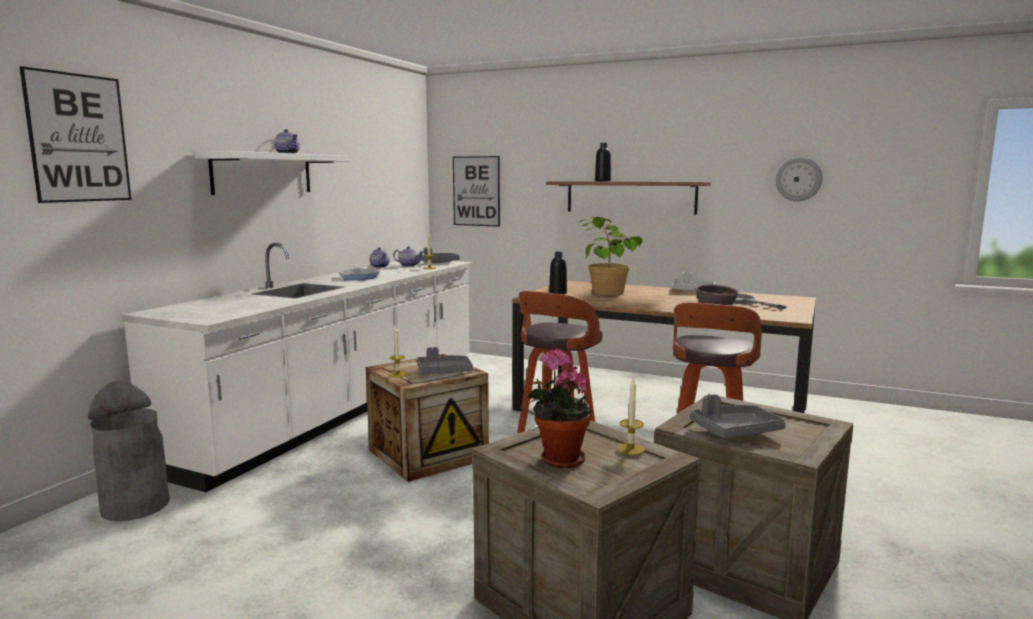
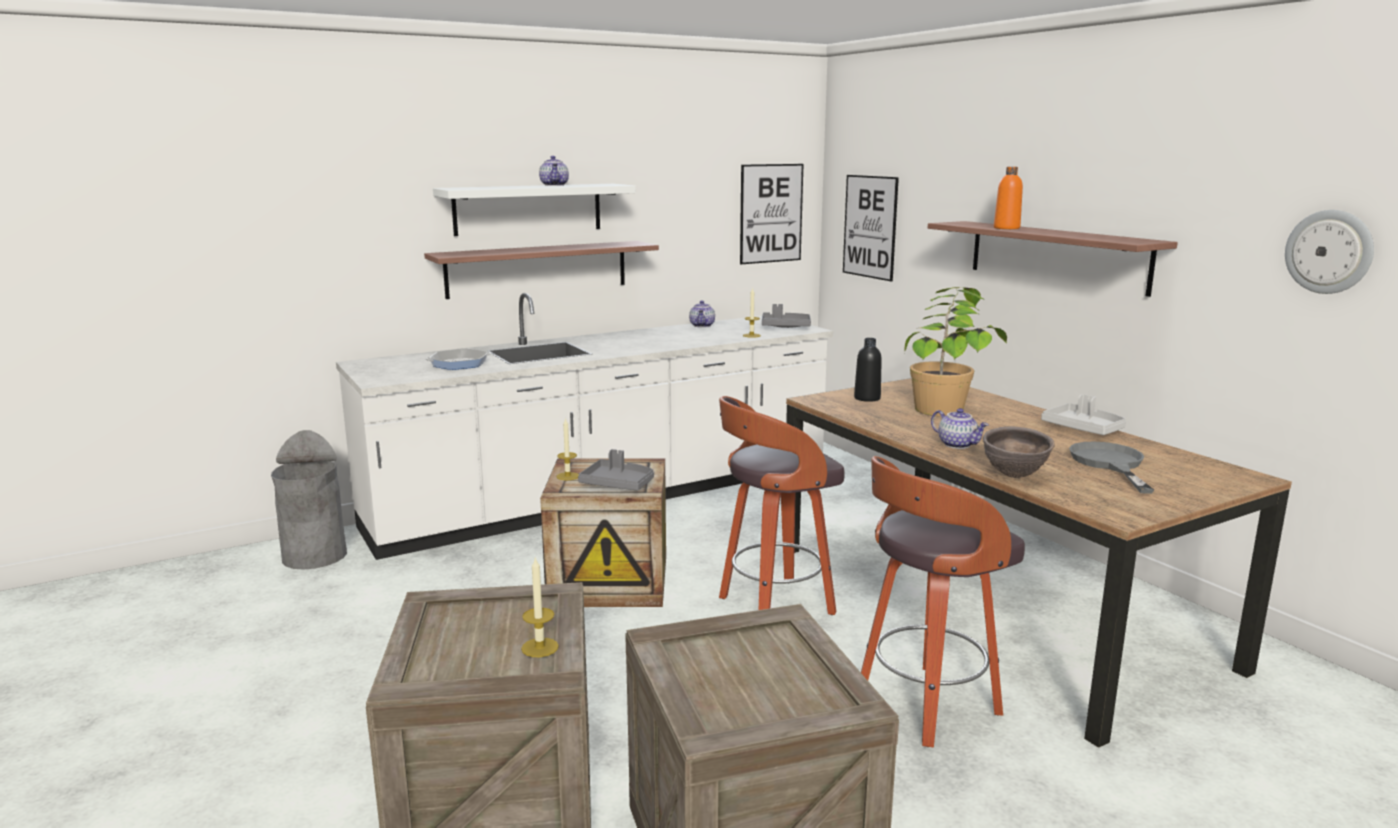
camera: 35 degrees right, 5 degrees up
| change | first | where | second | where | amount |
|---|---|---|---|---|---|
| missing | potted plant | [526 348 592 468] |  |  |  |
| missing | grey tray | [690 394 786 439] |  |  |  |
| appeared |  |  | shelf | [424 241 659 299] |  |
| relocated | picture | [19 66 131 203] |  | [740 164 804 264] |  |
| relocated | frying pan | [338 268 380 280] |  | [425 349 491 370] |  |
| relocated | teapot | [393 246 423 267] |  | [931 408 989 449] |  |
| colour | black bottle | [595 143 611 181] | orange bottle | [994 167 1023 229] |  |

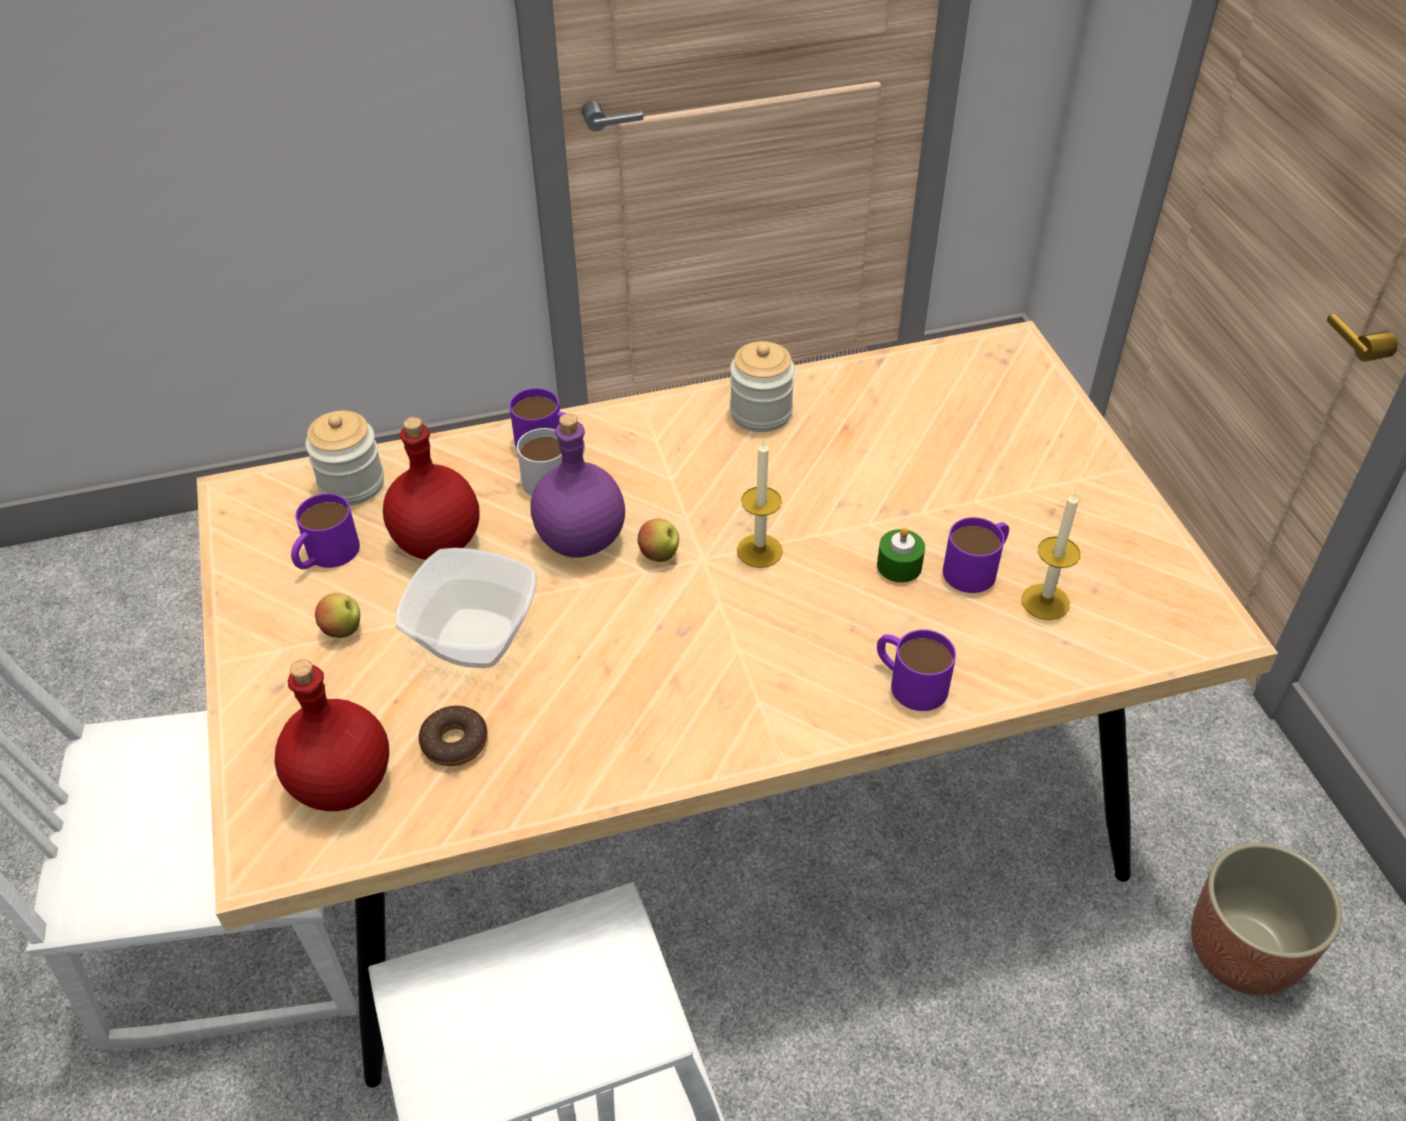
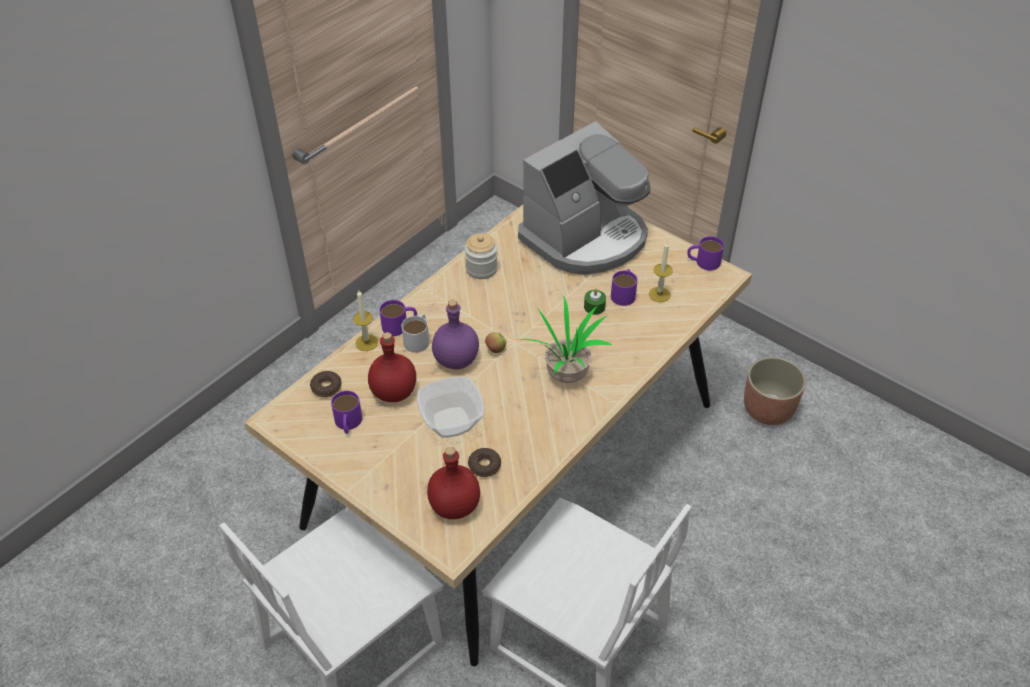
camera: 35 degrees left, 0 degrees up
| change | first | where | second | where | amount |
|---|---|---|---|---|---|
| missing | apple | [315 593 360 638] |  |  |  |
| appeared |  |  | potted plant | [516 296 612 383] |  |
| appeared |  |  | coffee machine | [518 121 650 275] |  |
| relocated | candle | [737 439 783 568] |  | [353 290 378 351] |  |
| relocated | purple mug | [877 629 956 711] |  | [687 236 724 270] |  |
| exchanged | jar | [305 411 384 505] | donut | [310 371 341 397] |  |

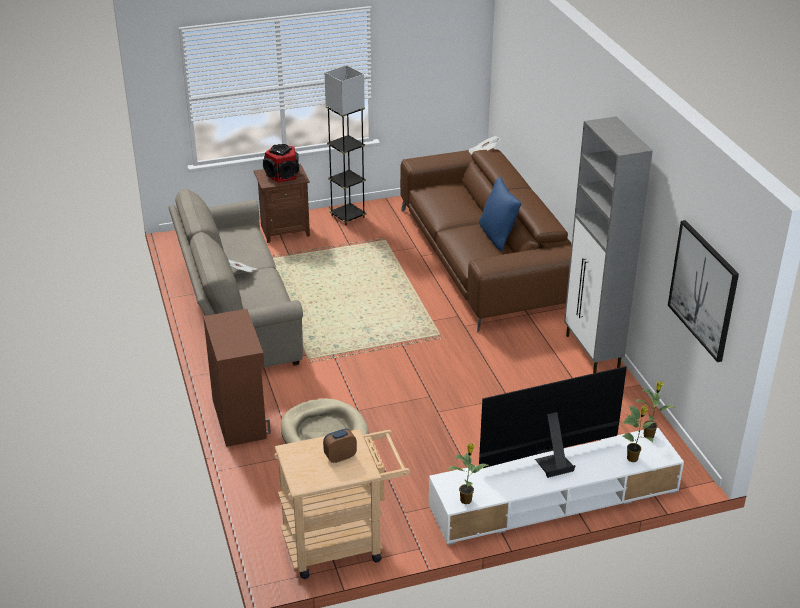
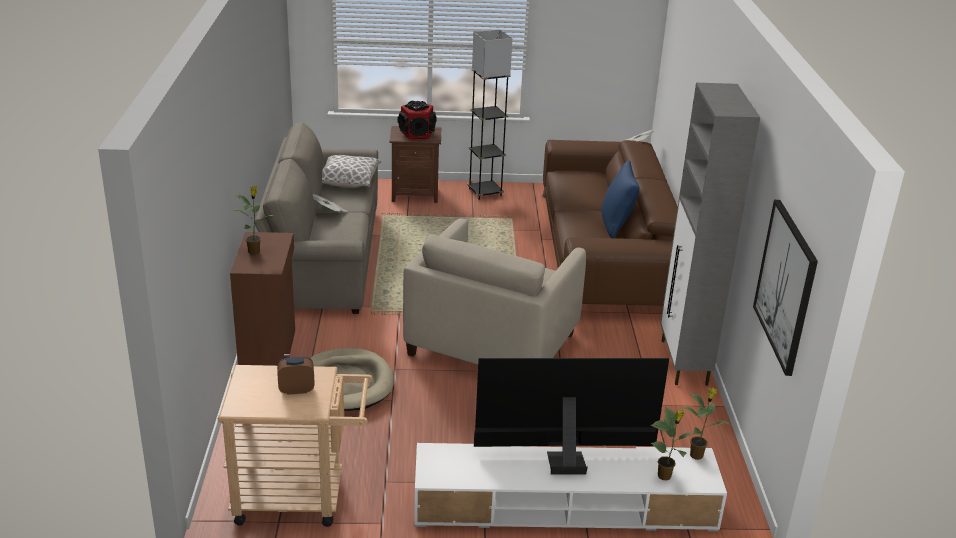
camera: 15 degrees right, 5 degrees down
| change | first | where | second | where | amount |
|---|---|---|---|---|---|
| appeared |  |  | pillow | [322 155 381 188] |  |
| appeared |  |  | beige armchair | [403 218 586 364] |  |
| relocated | potted plant | [448 443 489 504] |  | [232 186 274 255] |  |

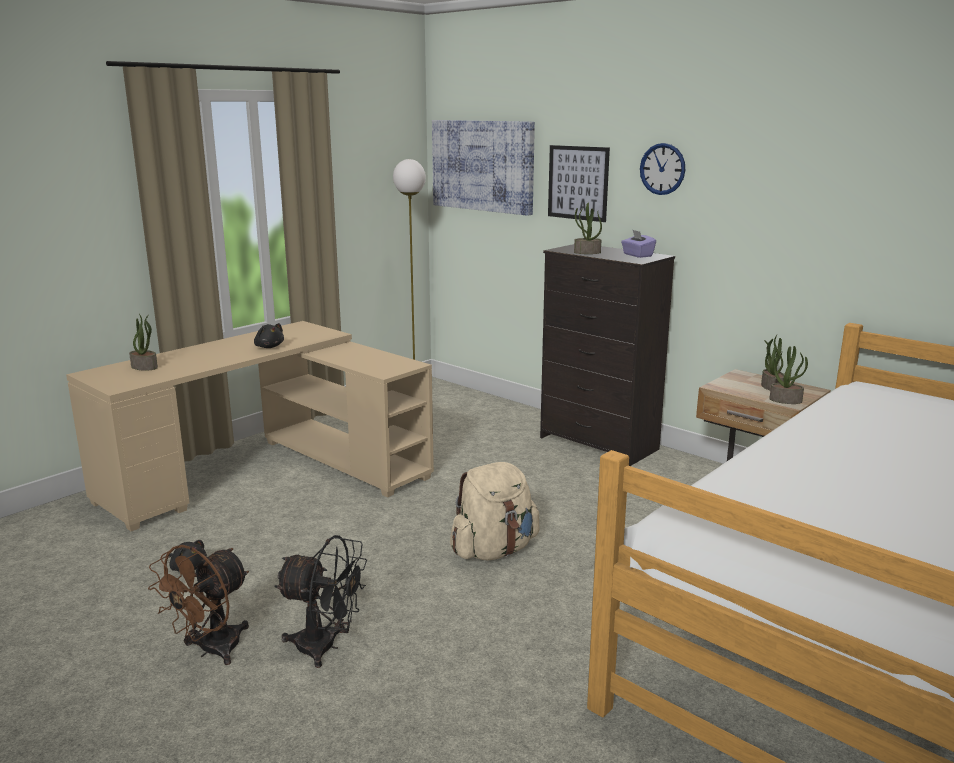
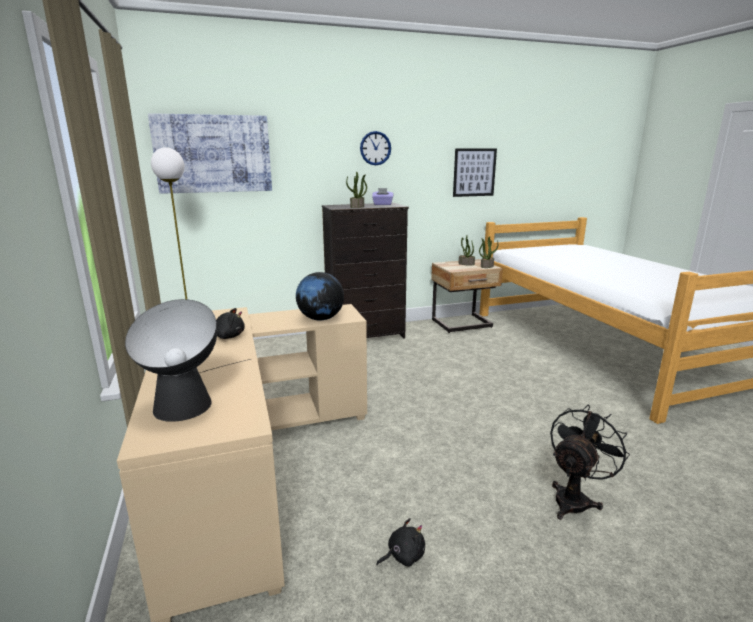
camera: 60 degrees left, 0 degrees up
| change | first | where | second | where | amount |
|---|---|---|---|---|---|
| missing | brown fan | [148 545 249 665] |  |  |  |
| missing | beige backpack | [450 462 539 560] |  |  |  |
| appeared |  |  | globe | [296 272 344 321] |  |
| relocated | picture | [548 145 610 222] |  | [453 149 497 197] |  |
| exchanged | potted plant | [129 314 158 371] | table lamp | [125 299 250 422] |  |

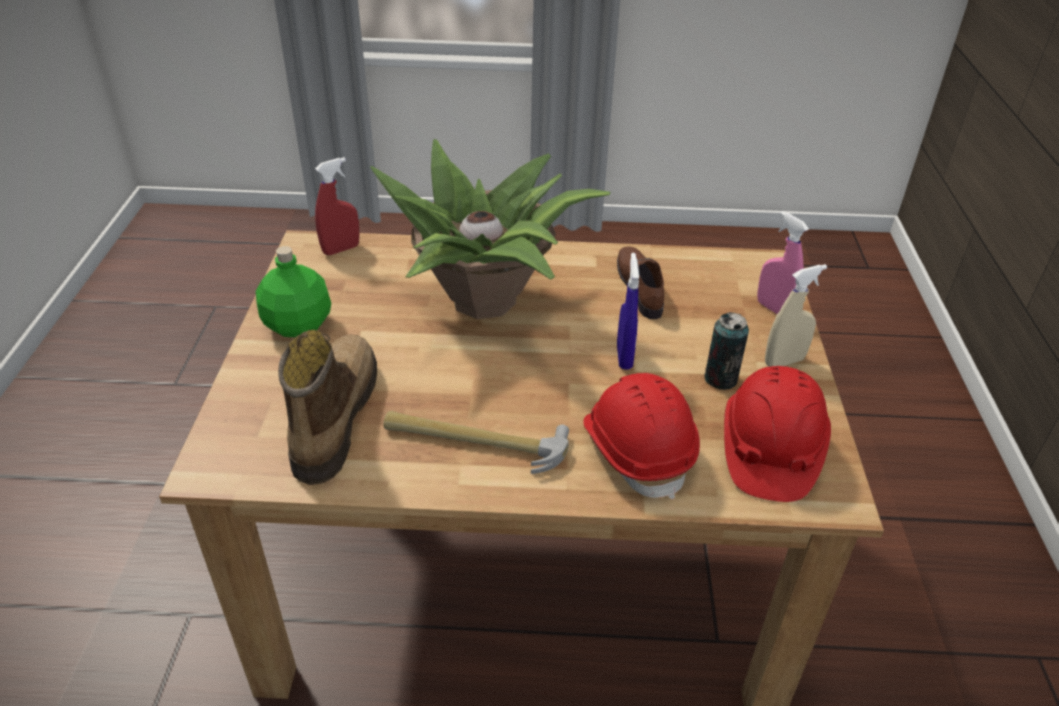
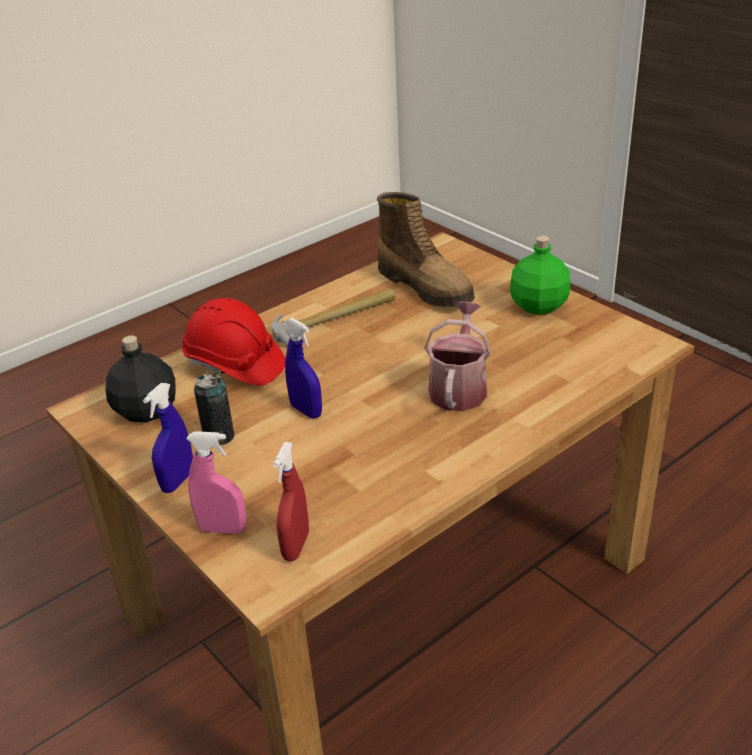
camera: 140 degrees right, 5 degrees down
| change | first | where | second | where | amount |
|---|---|---|---|---|---|
| missing | brown shoe | [617 247 664 319] |  |  |  |
| relocated | red spray bottle | [315 157 360 255] |  | [273 442 309 562] |  |
| exchanged | potted plant | [370 139 611 319] | watering can | [424 302 491 411] |  |
| exchanged | red hard hat | [724 366 831 502] | black bottle | [106 336 176 422] |  |
| colour | beige spray bottle | [765 264 827 367] | blue spray bottle | [143 383 193 493] |  |

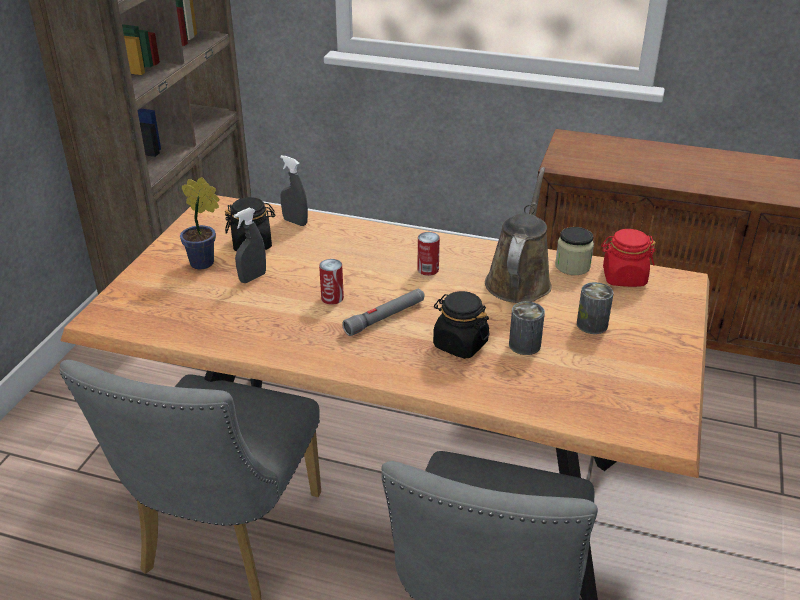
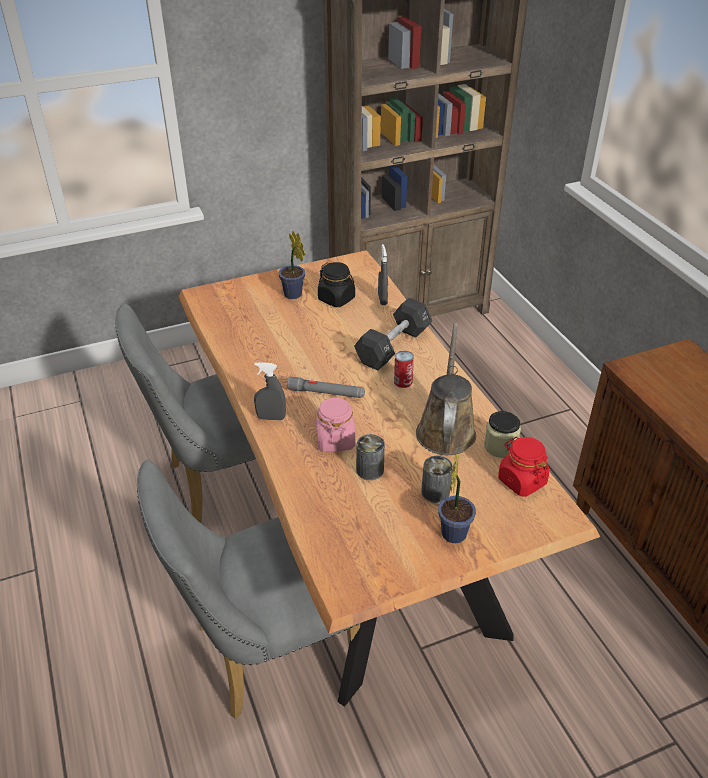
camera: 50 degrees right, 5 degrees up
| change | first | where | second | where | amount |
|---|---|---|---|---|---|
| missing | can | [319 259 344 305] |  |  |  |
| appeared |  |  | black dumbbell | [354 298 432 371] |  |
| appeared |  |  | potted plant | [438 455 476 543] |  |
| relocated | grey spray bottle | [234 208 266 283] |  | [254 362 286 420] |  |
| colour | black jar | [433 291 490 359] | pink jar | [316 397 355 452] |  |
| spun | brown watering can | [485 167 552 303] |  | [416 322 476 455] | 60 degrees counterclockwise |

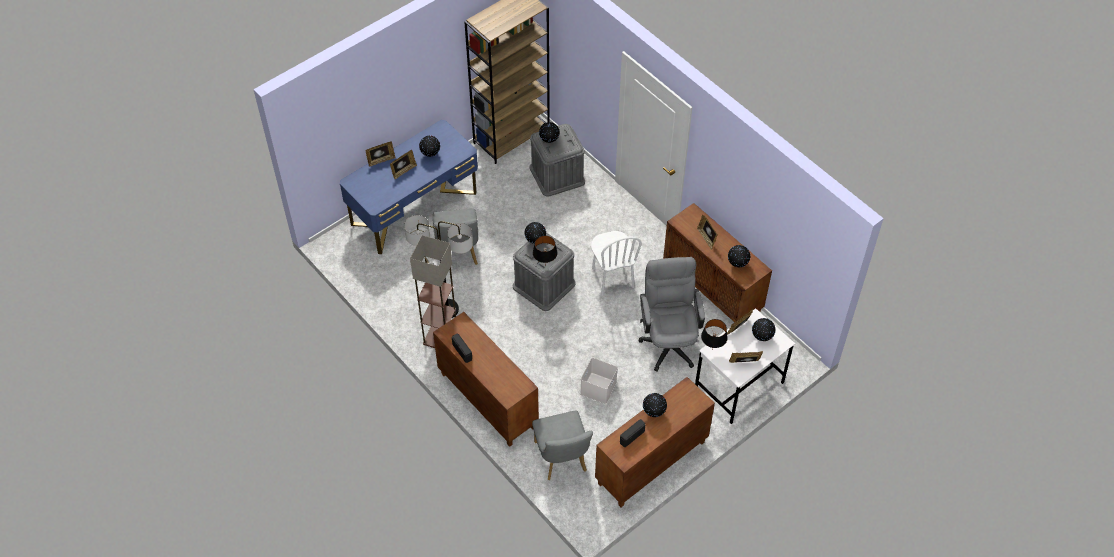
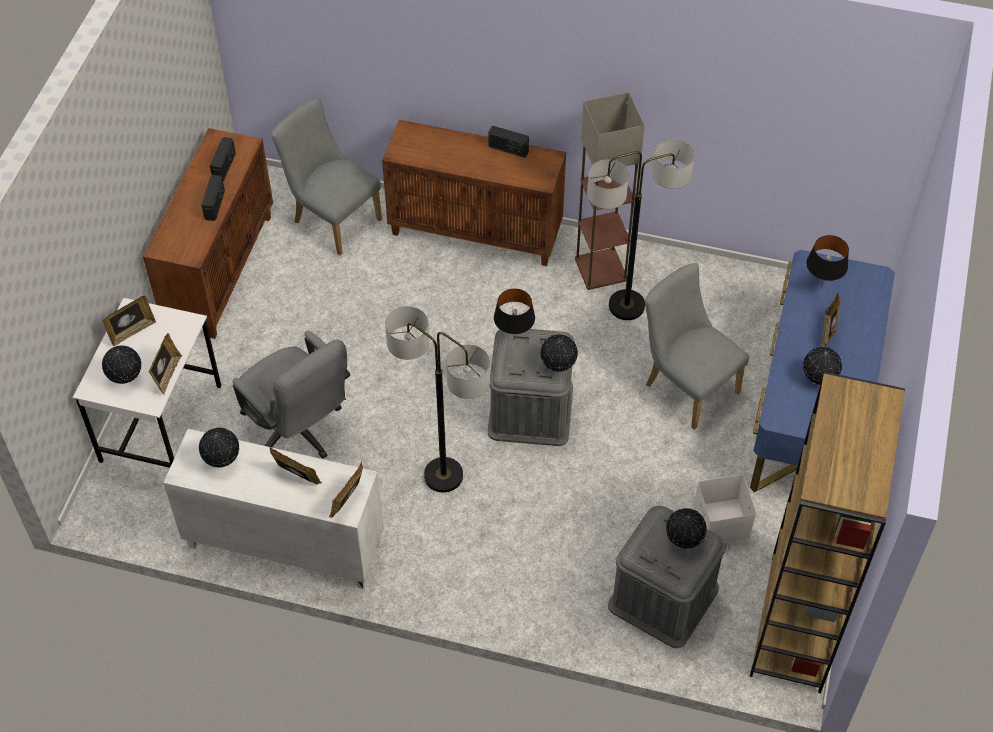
camera: 145 degrees right, 0 degrees up
| change | first | where | second | where | amount |
|---|---|---|---|---|---|
| relocated | picture frame | [366 141 395 167] |  | [328 462 363 518] |  |
| relocated | white storage box | [580 358 618 404] |  | [693 474 756 543] |  |
| relocated | black table lamp | [701 319 728 349] |  | [806 235 849 288] |  |
| exchanged | white chair | [591 231 642 296] | floor lamp | [385 306 490 493] |  |
| exchanged | globe | [643 393 667 417] | radio | [202 175 225 221] |  |
| colour | brown cabinet | [663 203 772 322] | white cabinet | [163 429 384 589] |  |

